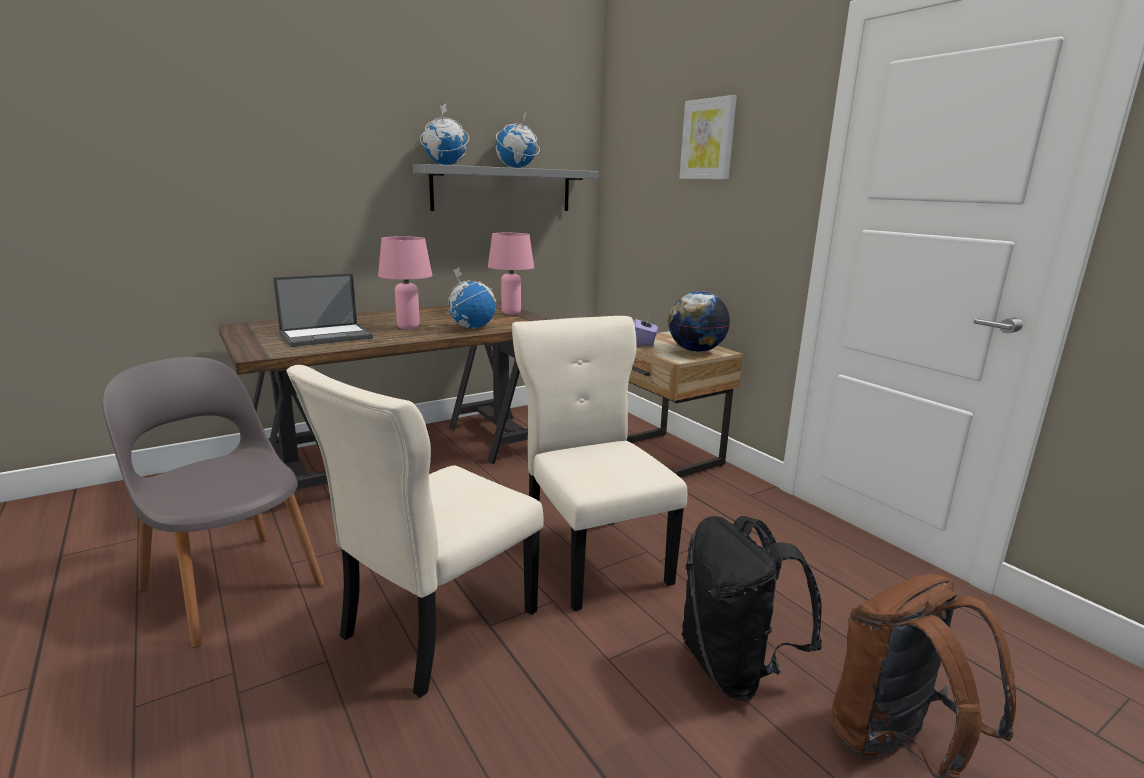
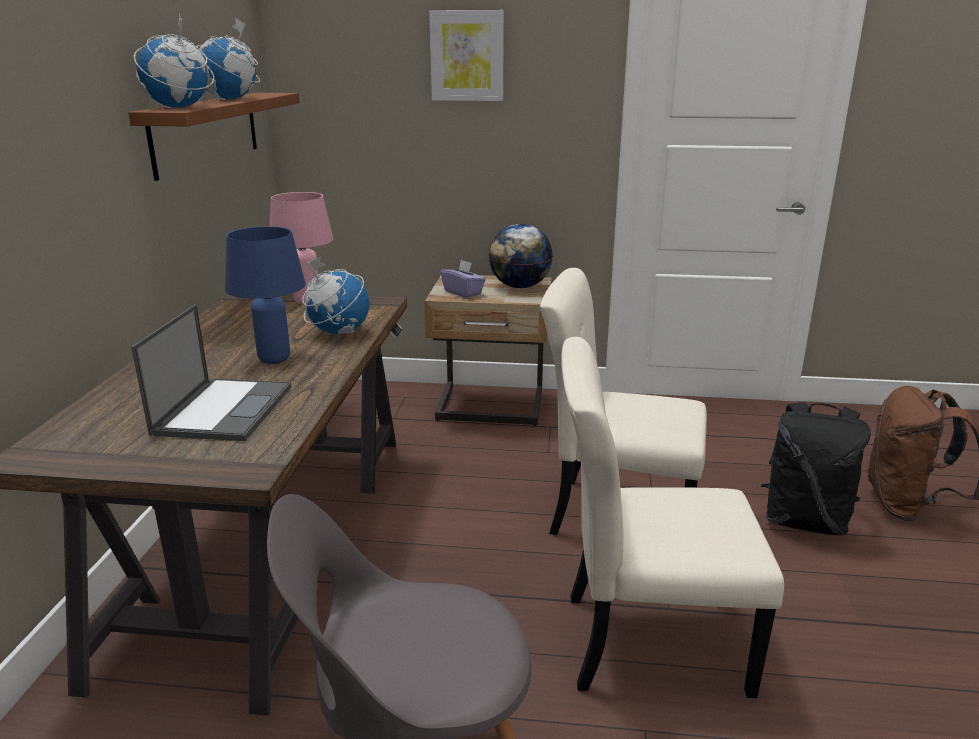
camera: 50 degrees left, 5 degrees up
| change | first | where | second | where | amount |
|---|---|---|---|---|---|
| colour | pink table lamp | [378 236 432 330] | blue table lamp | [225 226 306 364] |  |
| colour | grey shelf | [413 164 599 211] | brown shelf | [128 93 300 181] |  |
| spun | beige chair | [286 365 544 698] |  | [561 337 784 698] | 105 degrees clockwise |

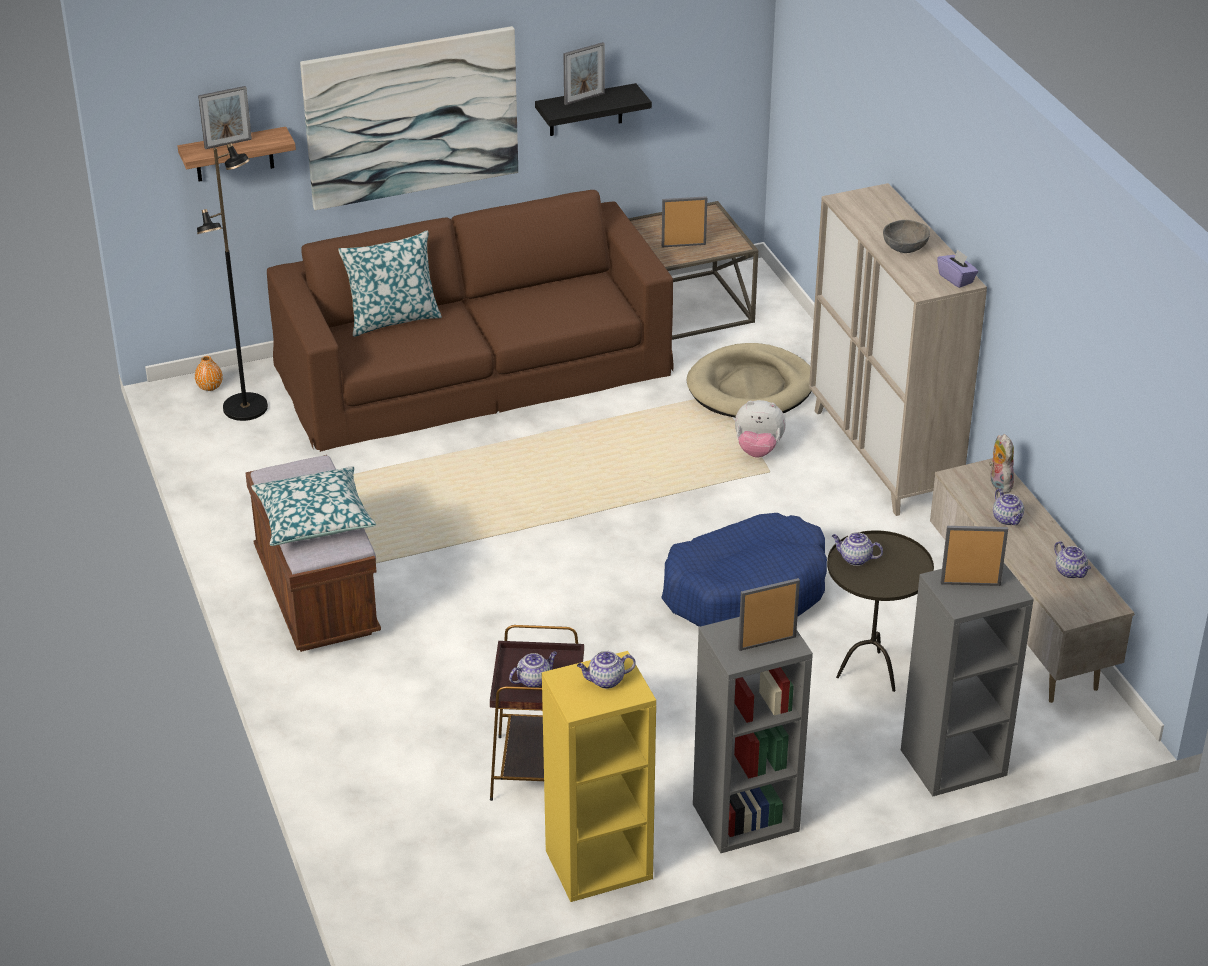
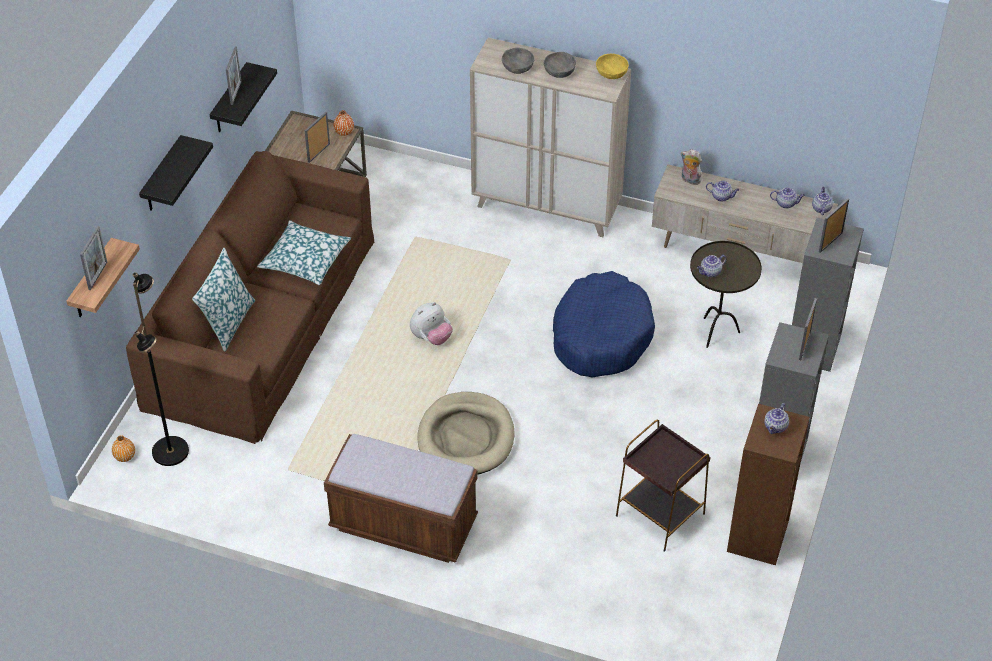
camera: 50 degrees left, 10 degrees up
| change | first | where | second | where | amount |
|---|---|---|---|---|---|
| appeared |  |  | orange vase | [333 110 354 136] |  |
| appeared |  |  | grey bowl | [502 48 535 74] |  |
| relocated | pillow | [251 466 376 546] |  | [257 220 351 285] |  |
| relocated | teapot | [509 652 557 688] |  | [812 187 833 215] |  |
| relocated | beige dog bed | [687 343 812 418] |  | [417 392 515 475] |  |
| relocated | plush toy | [735 400 786 457] |  | [410 302 453 345] |  |
| exchanged | picture | [300 26 518 210] | black shelf | [139 135 213 211] |  |
| exchanged | purple tissue box | [937 249 978 288] | yellow bowl | [596 54 629 79] |  |
| colour | yellow bookcase | [542 651 656 902] | brown bookcase | [727 404 810 565] |  |

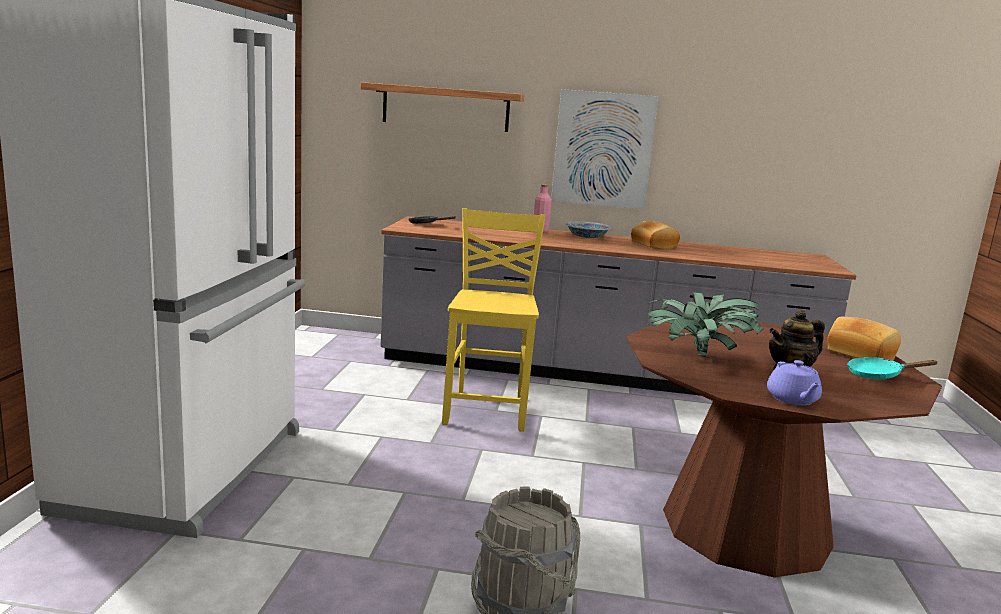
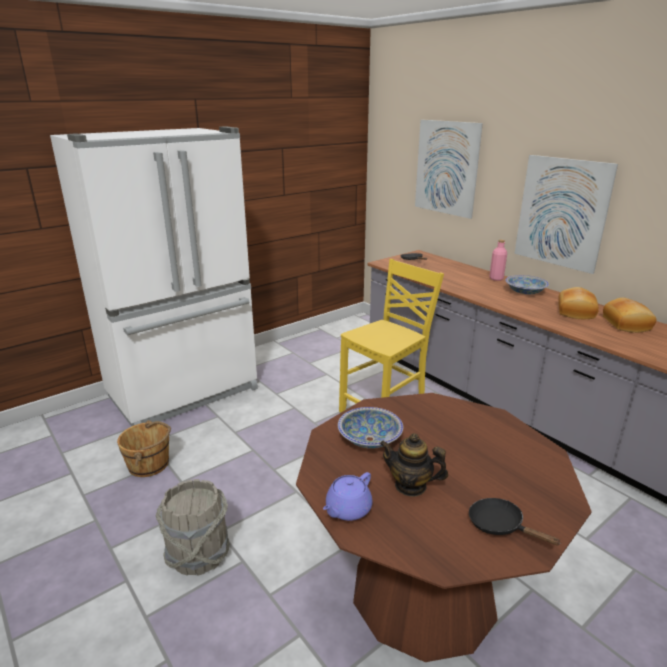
camera: 45 degrees right, 10 degrees up
| change | first | where | second | where | amount |
|---|---|---|---|---|---|
| appeared |  |  | brown bucket | [117 420 171 477] |  |
| relocated | bread | [827 317 901 361] |  | [603 297 656 333] |  |
| exchanged | shelf | [361 82 525 132] | picture | [415 120 483 219] |  |
| exchanged | potted plant | [648 292 764 357] | bowl | [338 407 403 449] |  |
| colour | turquoise frying pan | [847 357 937 379] | black frying pan | [469 498 561 546] |  |

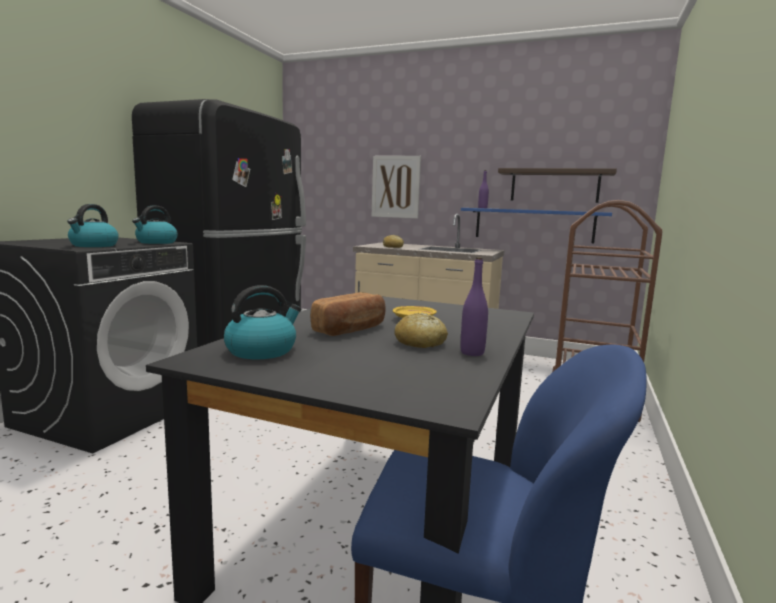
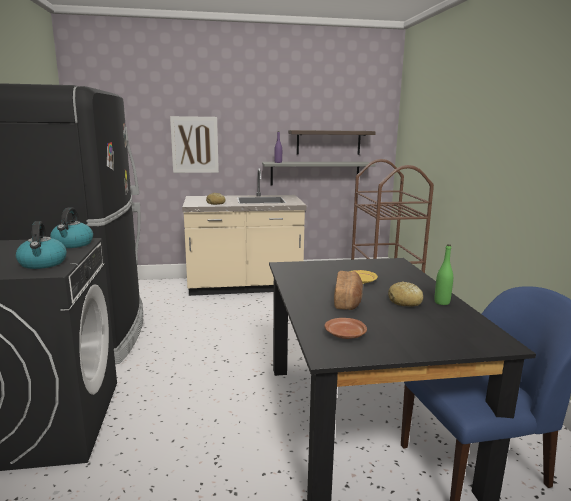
camera: 30 degrees left, 5 degrees up
| change | first | where | second | where | amount |
|---|---|---|---|---|---|
| exchanged | kettle | [224 285 301 359] | brown plate | [325 318 367 339] |  |
| colour | blue shelf | [461 208 612 243] | grey shelf | [262 162 376 186] |  |
| colour | purple bottle | [461 257 488 356] | green bottle | [434 244 453 305] |  |

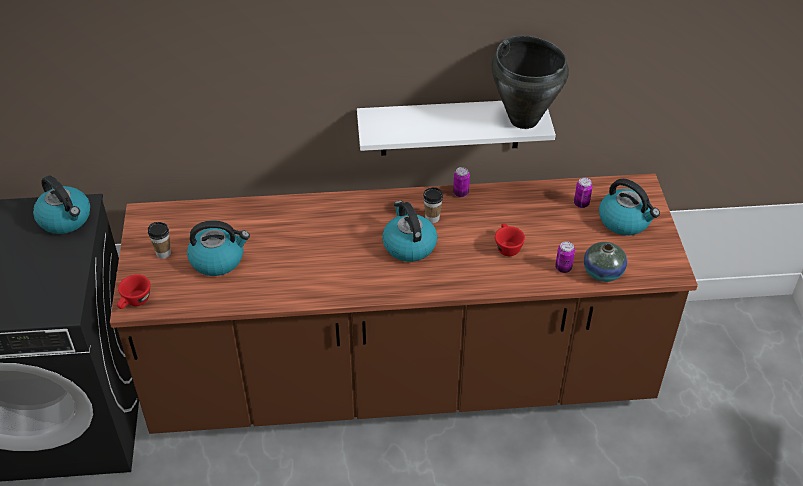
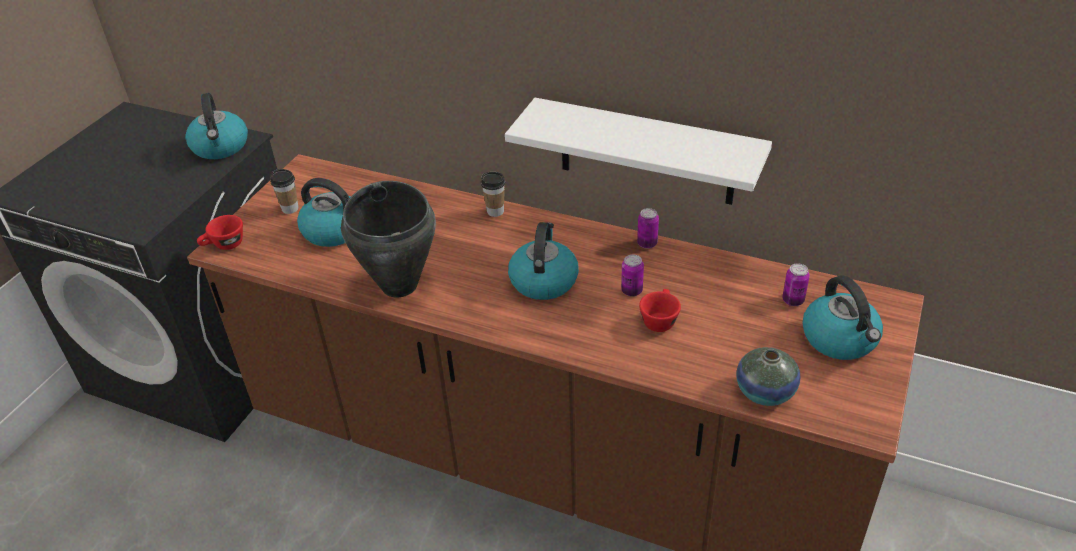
camera: 30 degrees right, 5 degrees down
| change | first | where | second | where | amount |
|---|---|---|---|---|---|
| relocated | cup | [423 187 443 223] |  | [481 172 505 217] |  |
| relocated | black cooking pot | [491 36 569 129] |  | [341 181 436 298] |  |
| relocated | can | [555 241 575 273] |  | [621 254 644 297] |  |

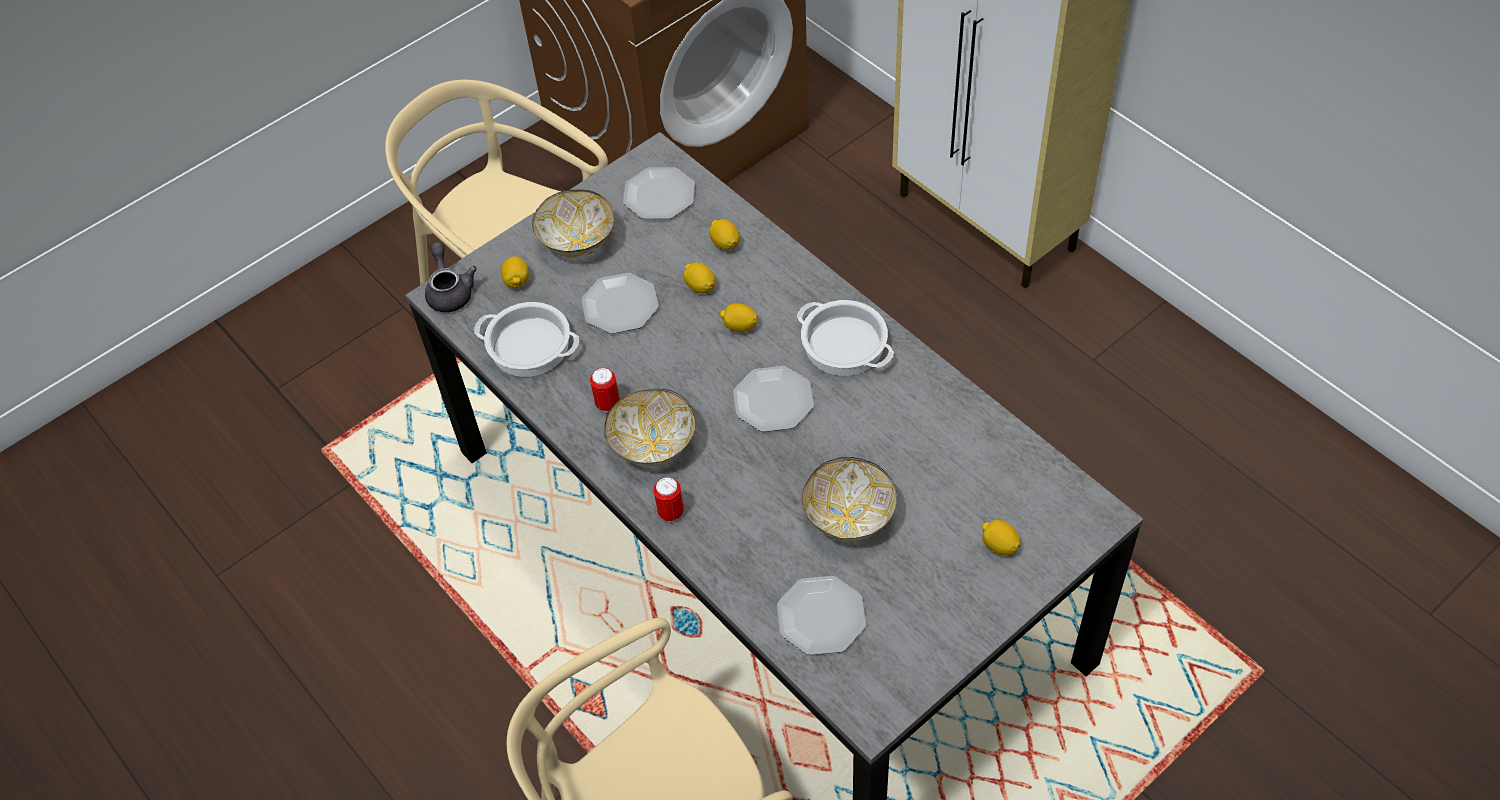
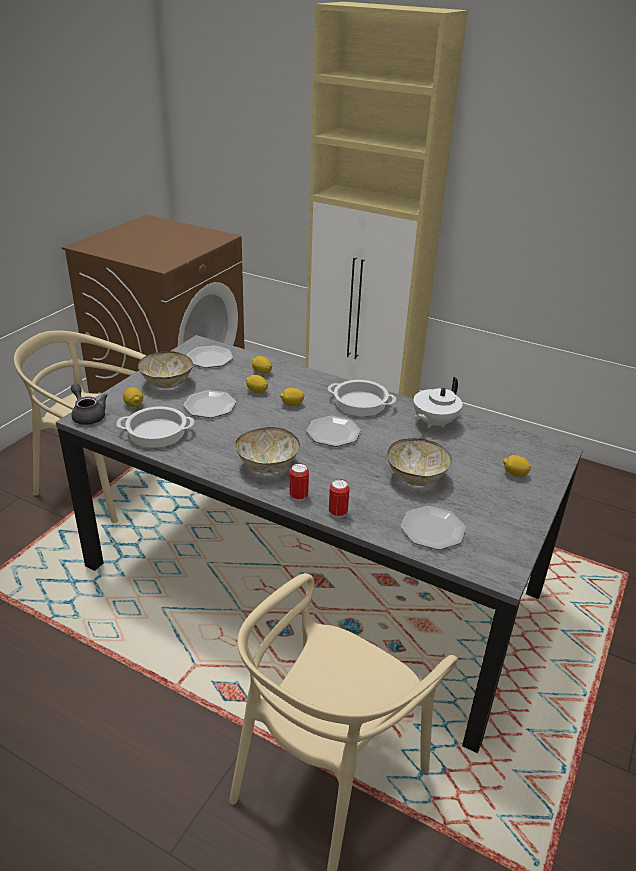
camera: 25 degrees left, 20 degrees down
| change | first | where | second | where | amount |
|---|---|---|---|---|---|
| appeared |  |  | white teapot | [413 377 462 428] |  |
| relocated | can | [590 368 620 412] |  | [329 479 350 518] |  |

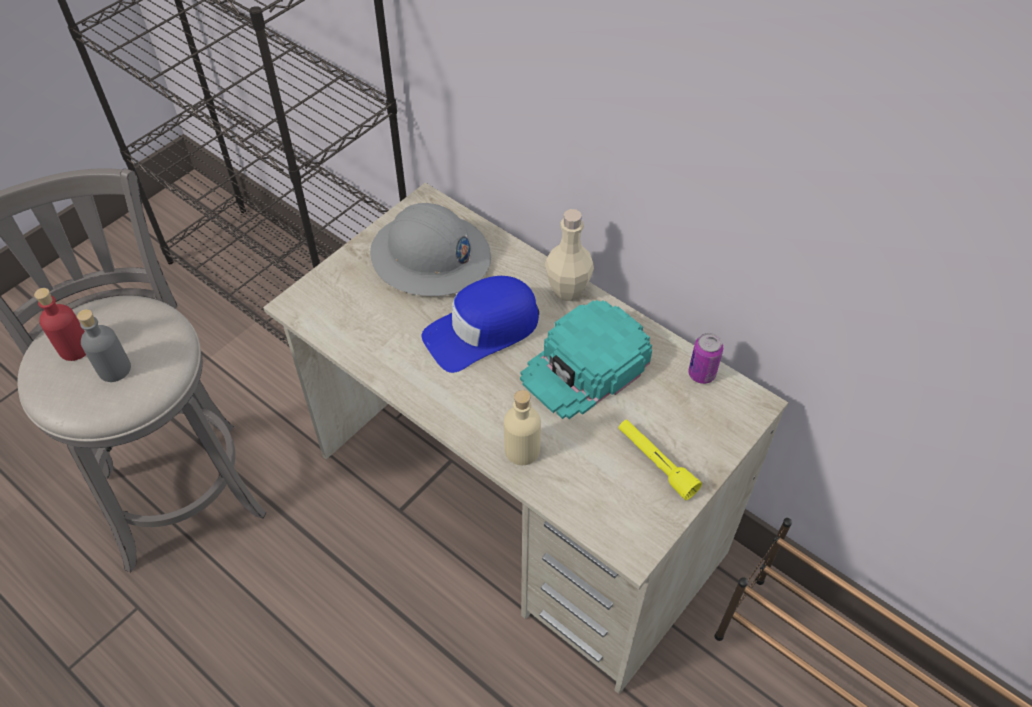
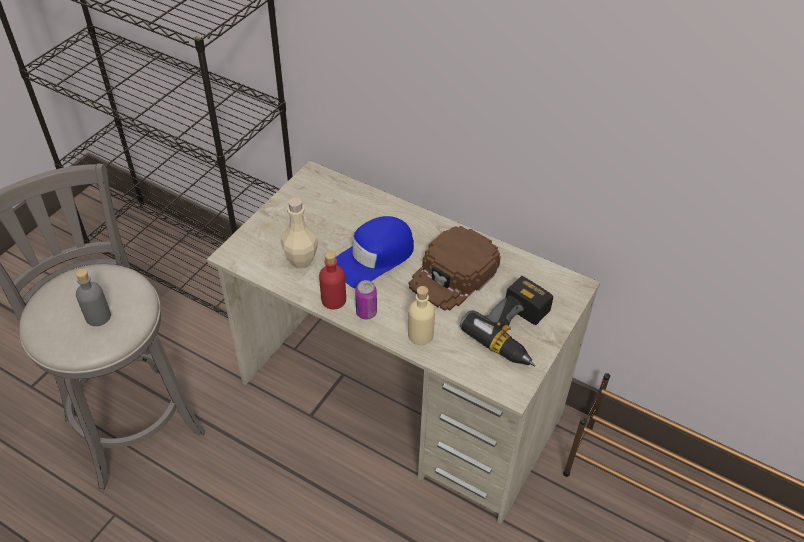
camera: 10 degrees left, 5 degrees down
| change | first | where | second | where | amount |
|---|---|---|---|---|---|
| missing | grey hard hat | [370 203 491 296] |  |  |  |
| relocated | red bottle | [34 288 86 361] |  | [319 251 346 309] |  |
| relocated | beige bottle | [545 209 594 301] |  | [281 198 318 268] |  |
| relocated | can | [688 333 723 384] |  | [355 280 377 319] |  |
| exchanged | yellow flashlight | [619 420 702 500] | power drill | [460 276 553 366] |  |
| colour | turquoise cap | [520 300 652 419] | brown cap | [408 226 501 311] |  |

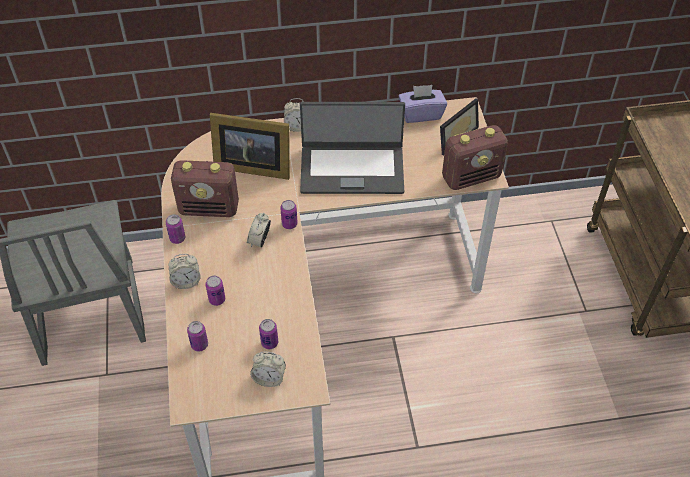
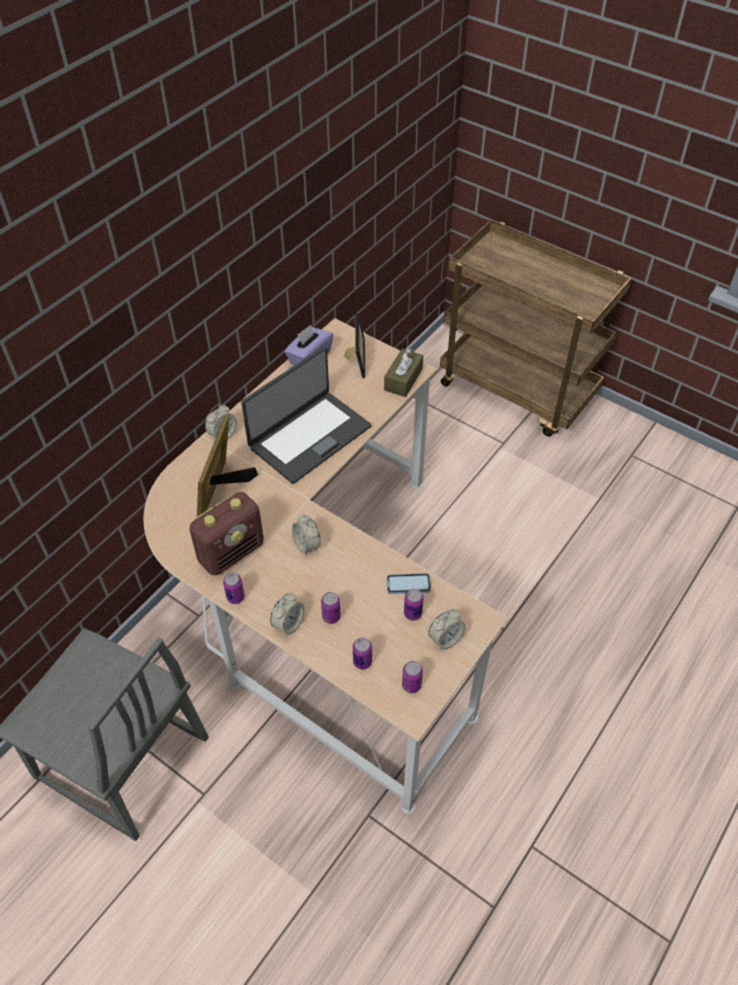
camera: 45 degrees left, 0 degrees up
| change | first | where | second | where | amount |
|---|---|---|---|---|---|
| appeared |  |  | phone | [387 573 431 594] |  |
| relocated | can | [280 200 298 229] |  | [402 661 423 693] |  |
| exchanged | radio | [442 125 508 190] | brown tissue box | [384 349 423 397] |  |
| spun | picture frame | [210 113 290 180] |  | [197 415 258 517] | 135 degrees clockwise |

